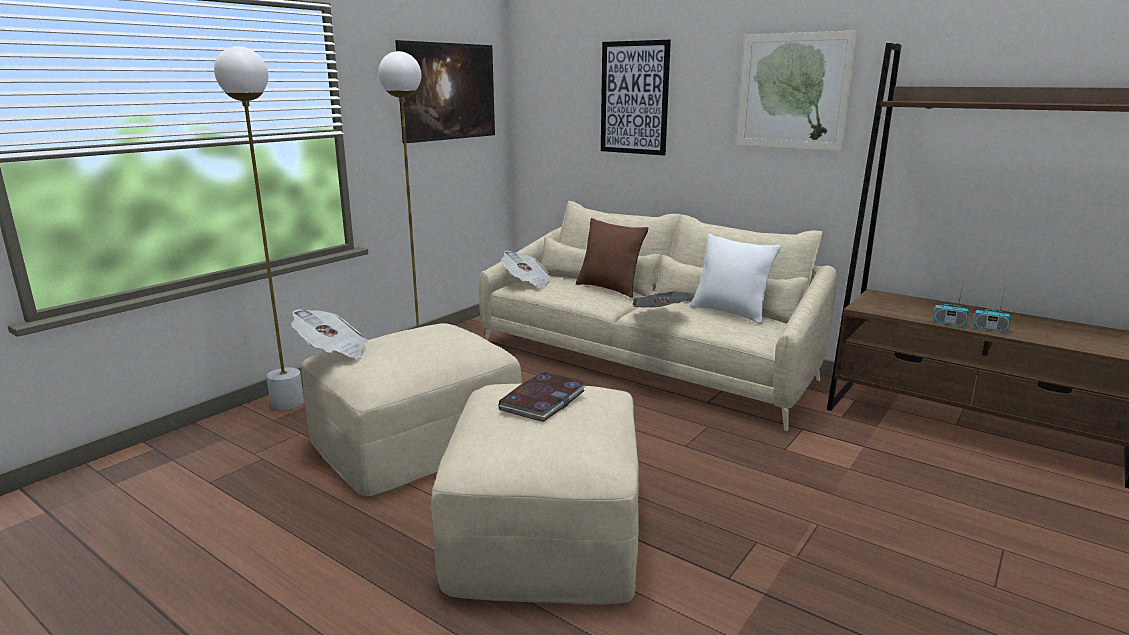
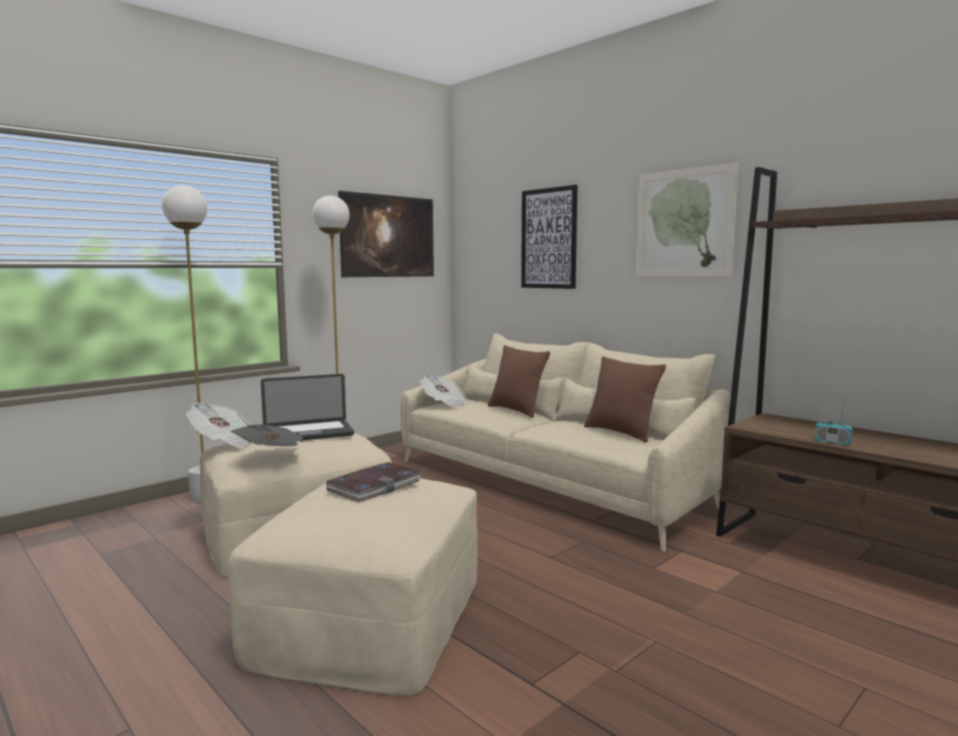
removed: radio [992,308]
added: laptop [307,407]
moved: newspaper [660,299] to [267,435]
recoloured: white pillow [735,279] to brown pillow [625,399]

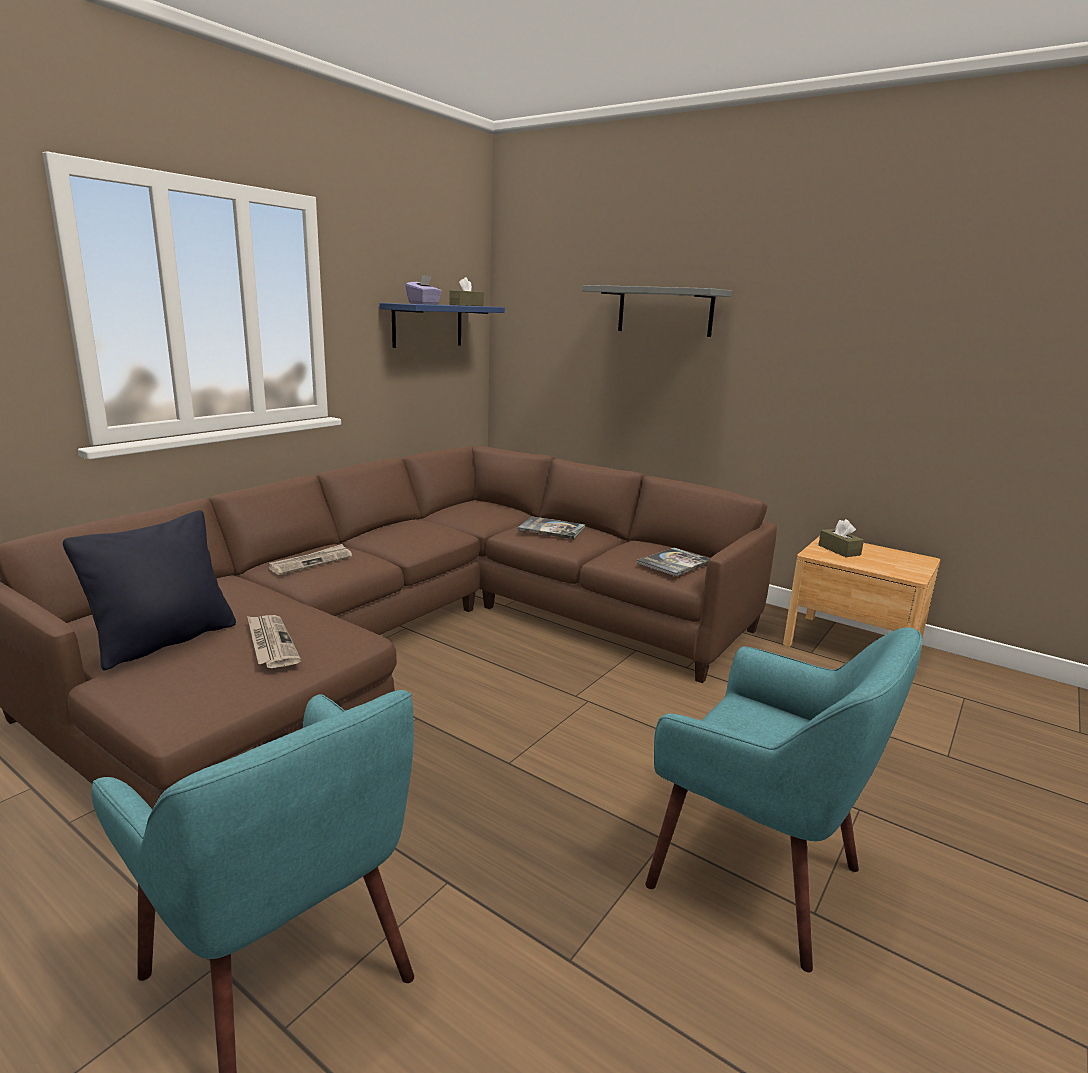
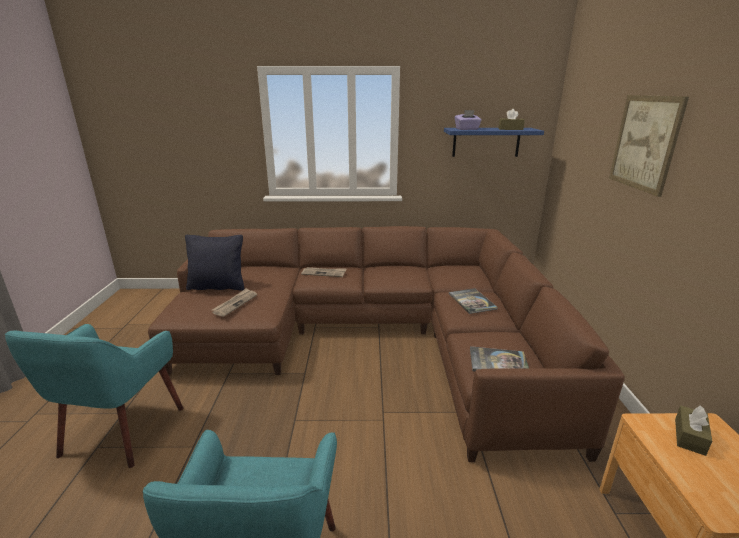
replaced: grey shelf [657,311] to picture [649,146]

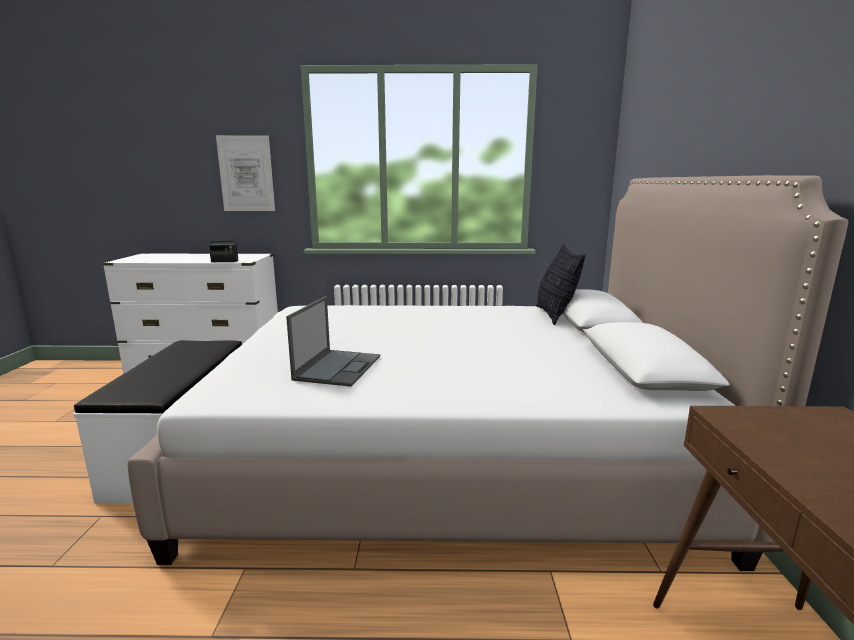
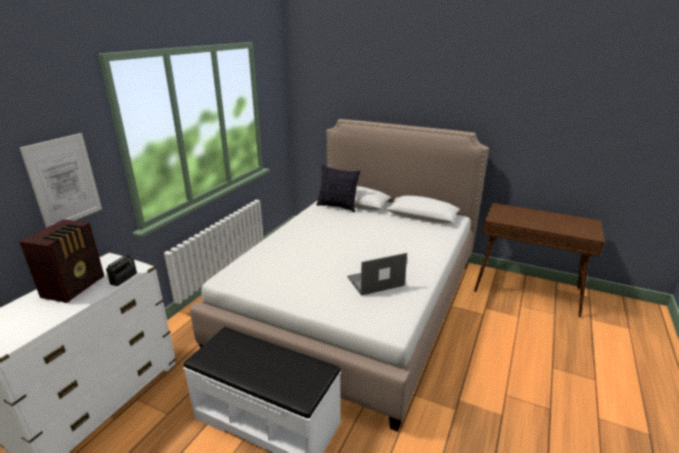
added: radio [61,261]
turned: laptop [333,341] = [377,274] 60 degrees counterclockwise

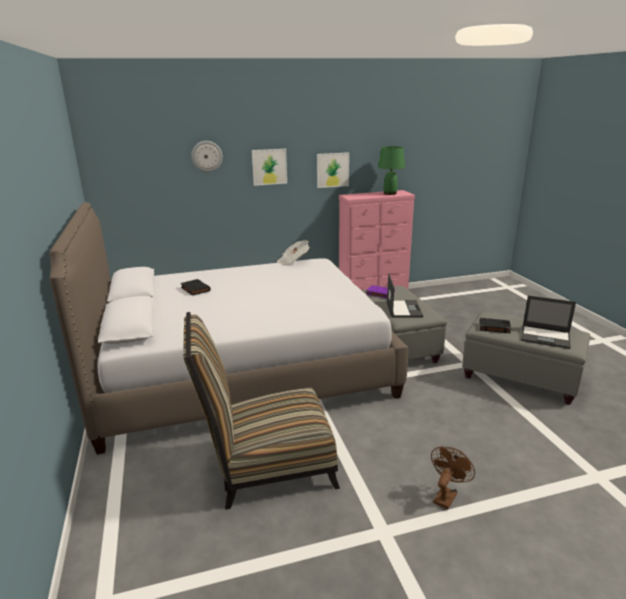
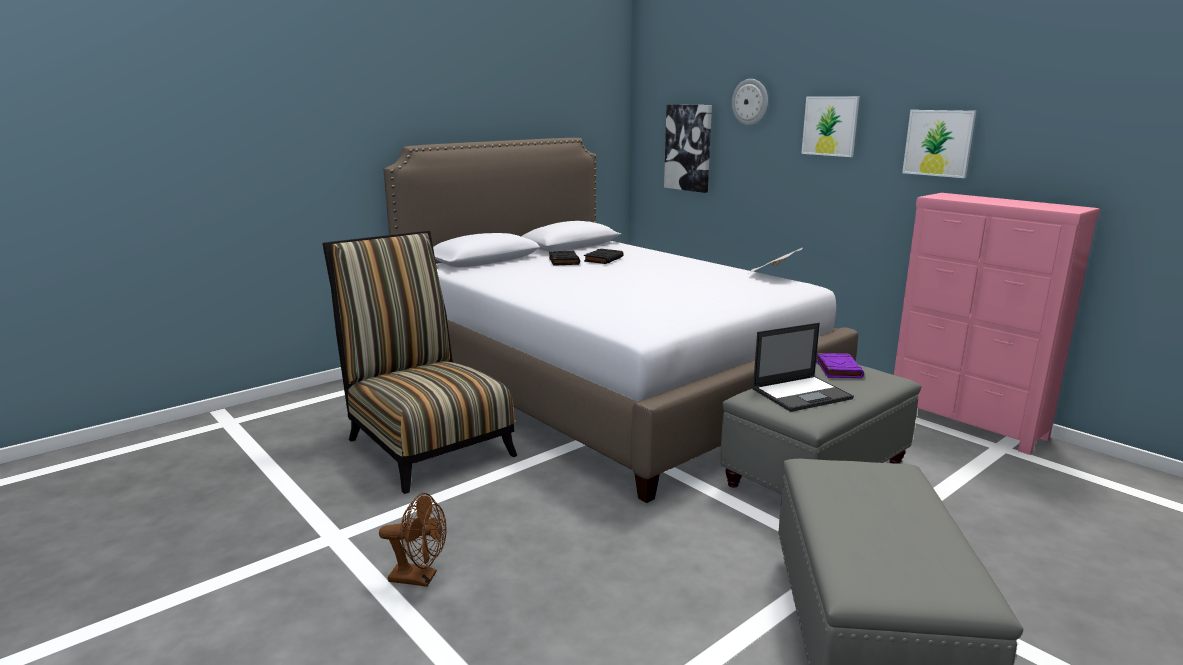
removed: green table lamp [391,170]; laptop [548,322]
added: picture [688,148]
moved: black book [495,325] to [564,258]

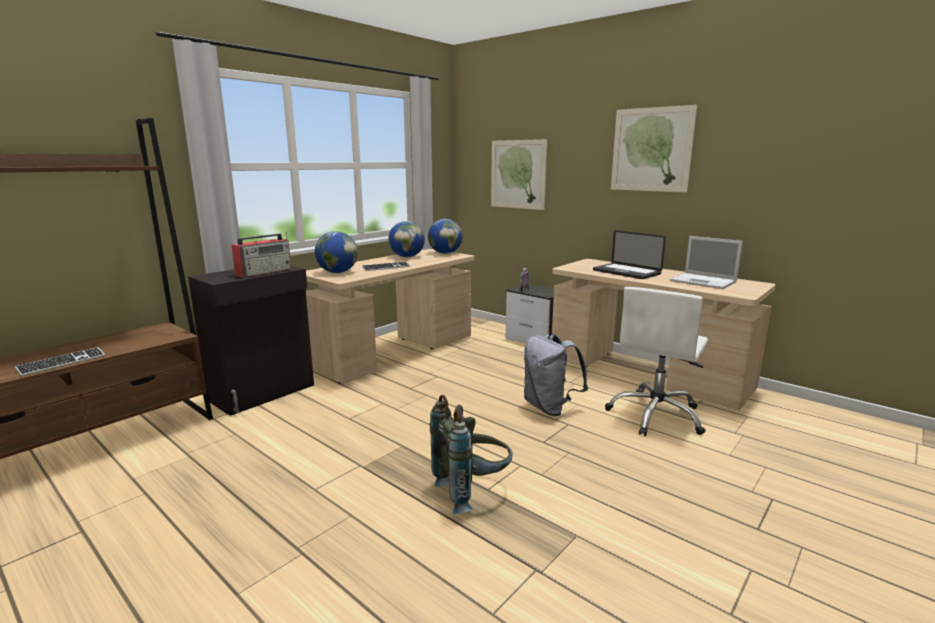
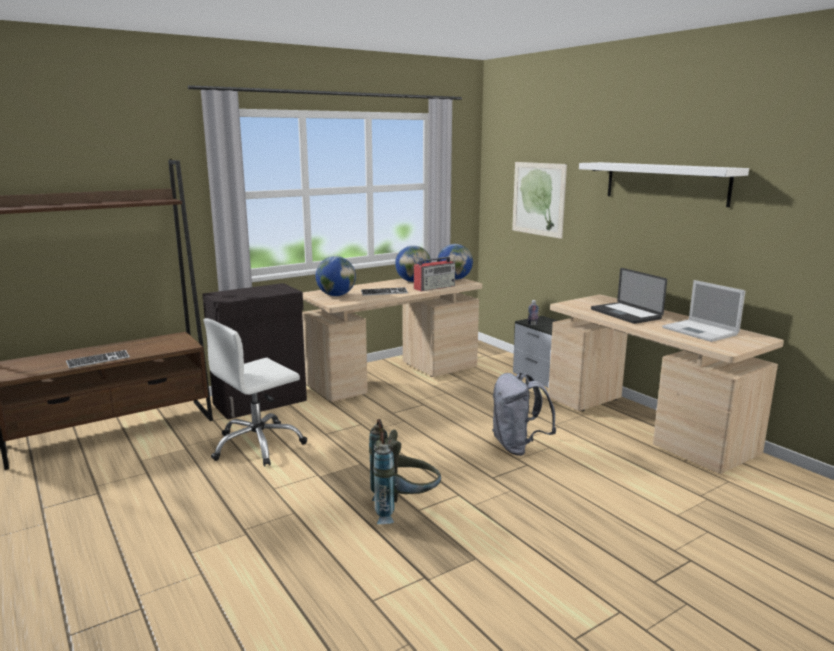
moved: radio [261,255] to [434,273]; white office chair [656,361] to [255,392]
replaced: picture [654,148] to white shelf [664,184]

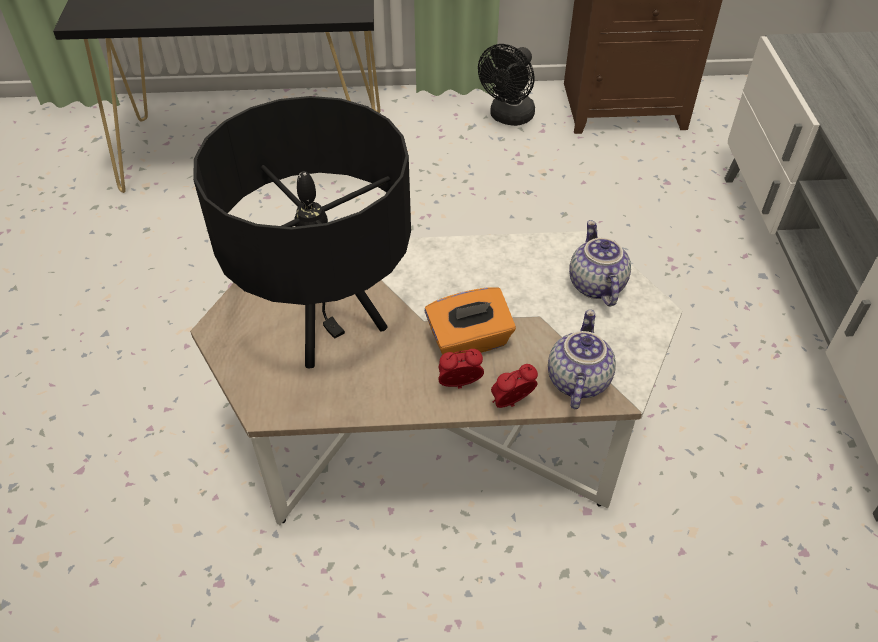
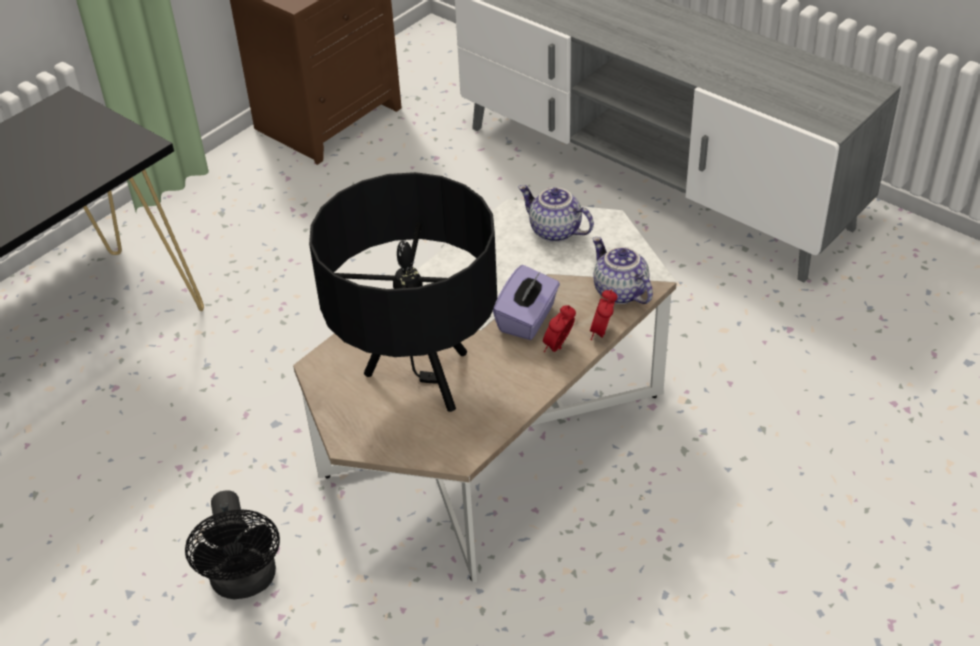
moved: black fan [506,85] to [232,544]
recoloured: orange tissue box [470,321] to purple tissue box [526,302]

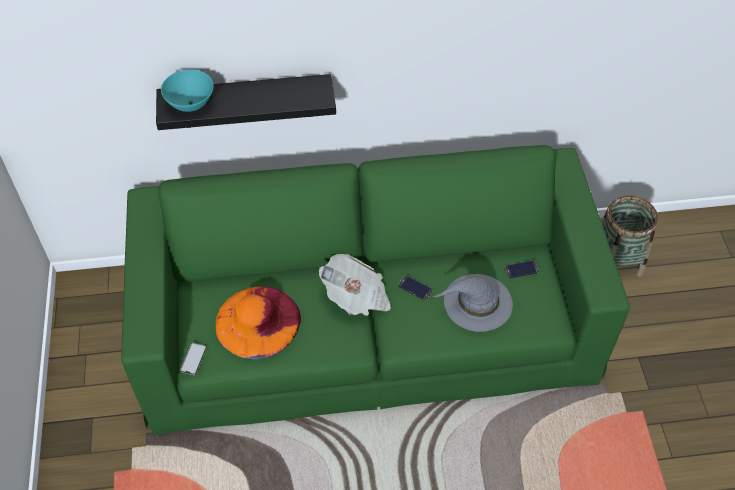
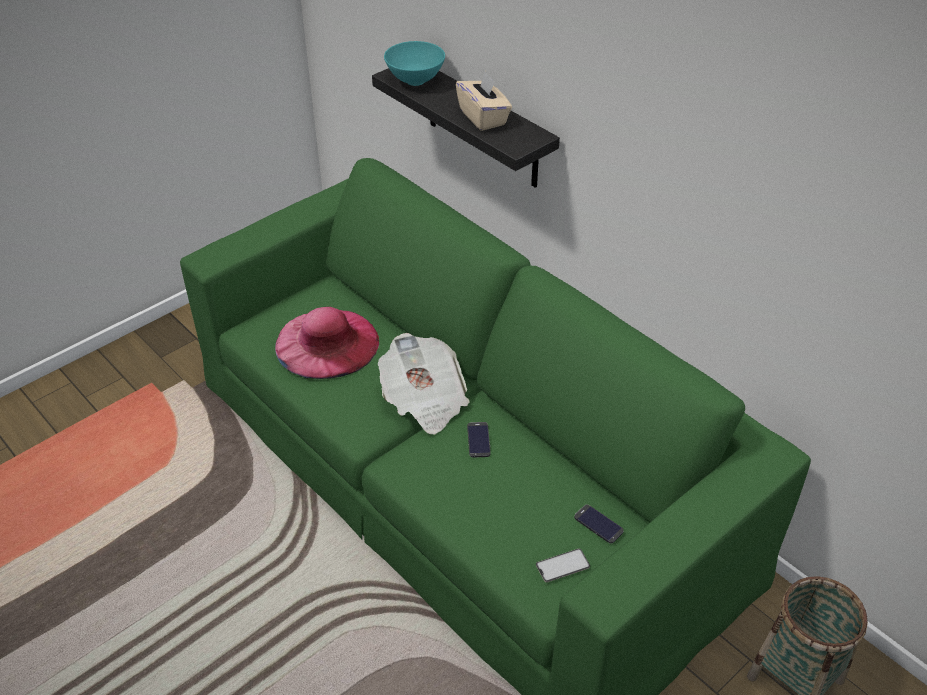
removed: grey hat [473,303]
added: beige tissue box [484,101]
moved: phone [193,358] to [563,565]
recoloured: orange hat [258,323] to pink hat [327,343]

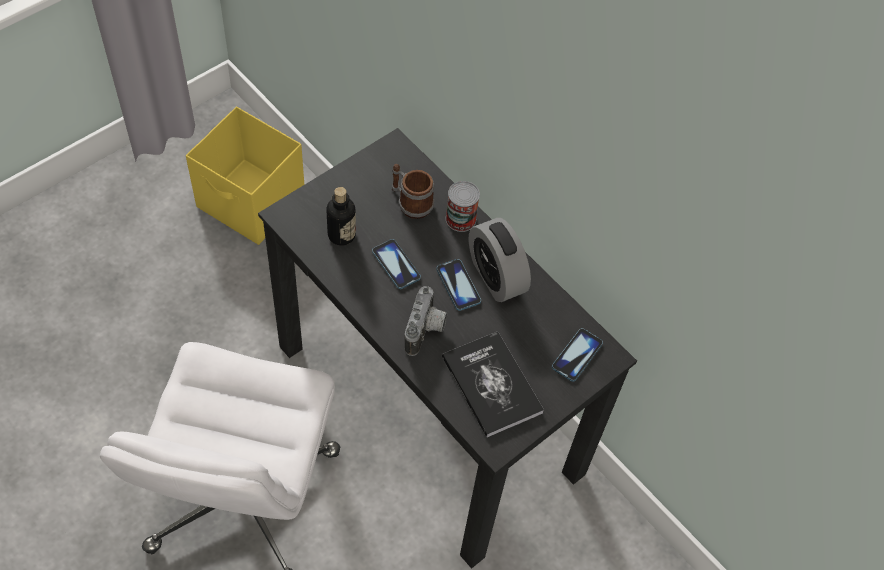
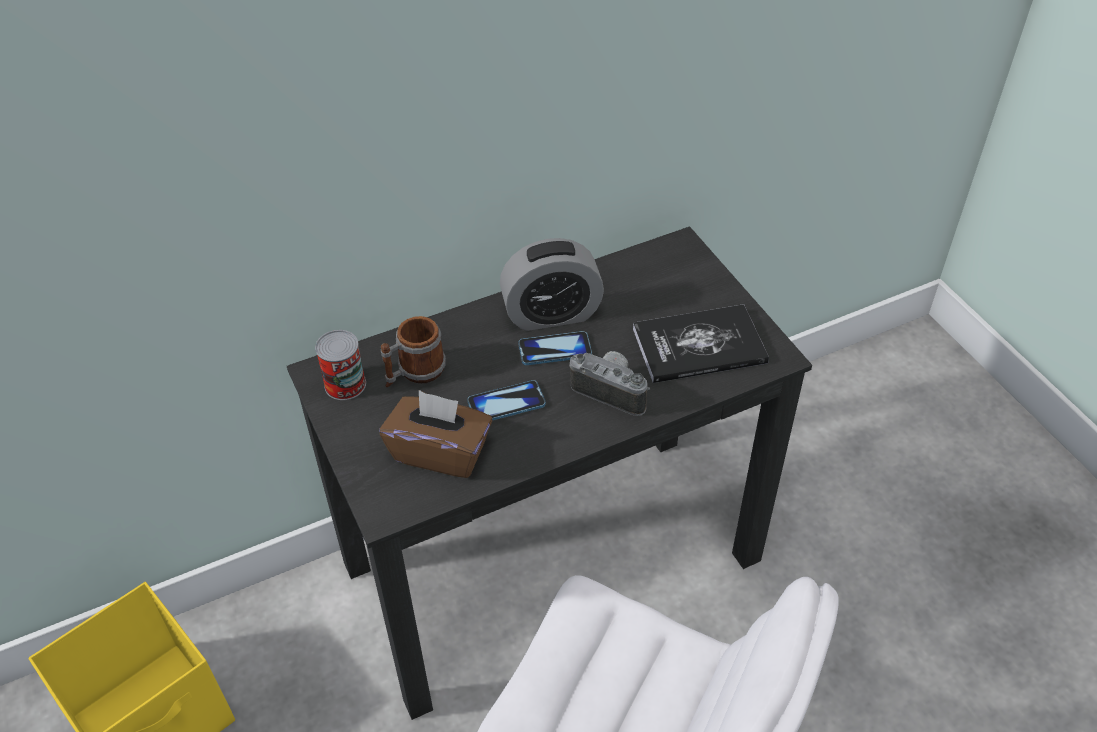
removed: phone [577,355]
moved: can [463,206] to [340,365]
replaced: bottle [341,216] to brown tissue box [436,434]

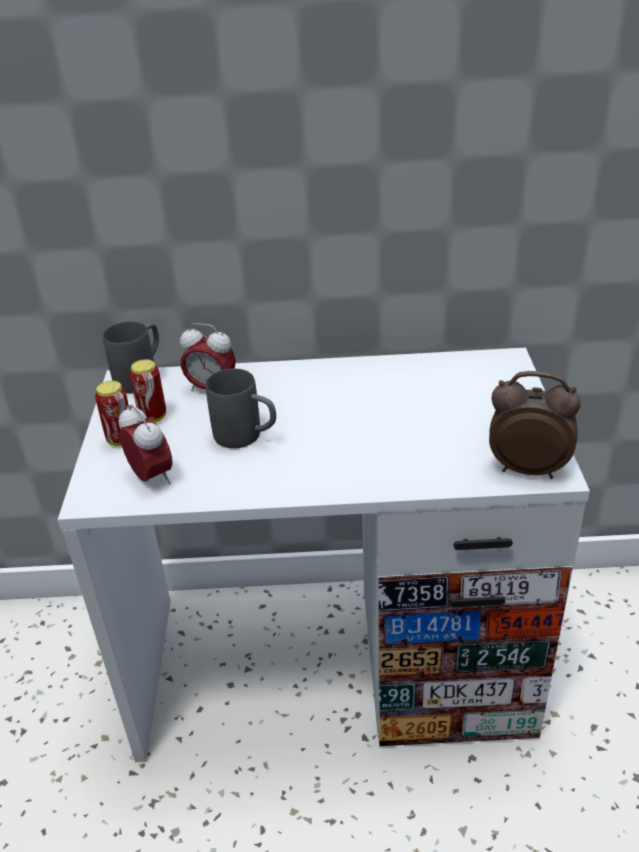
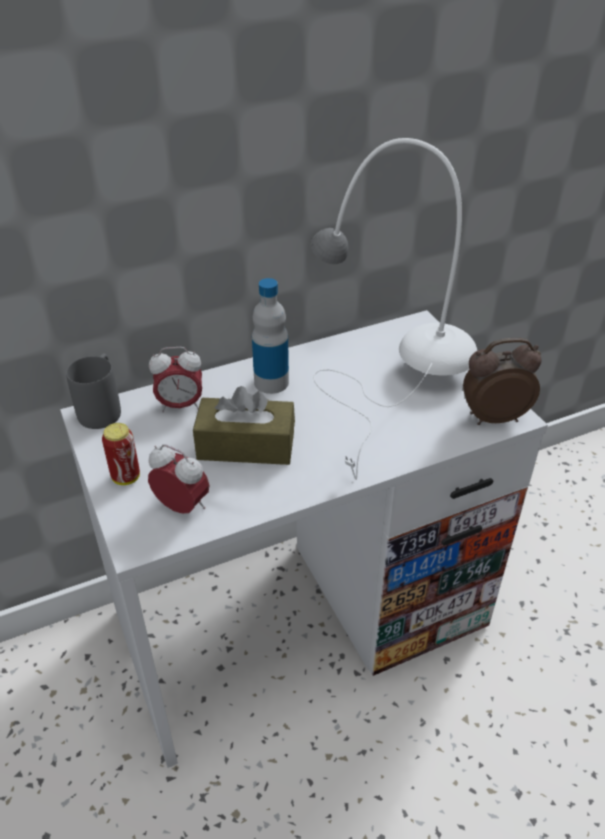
removed: can [148,390]
added: bottle [270,336]; white table lamp [393,309]
replaced: grey mug [241,408] to brown tissue box [244,425]

